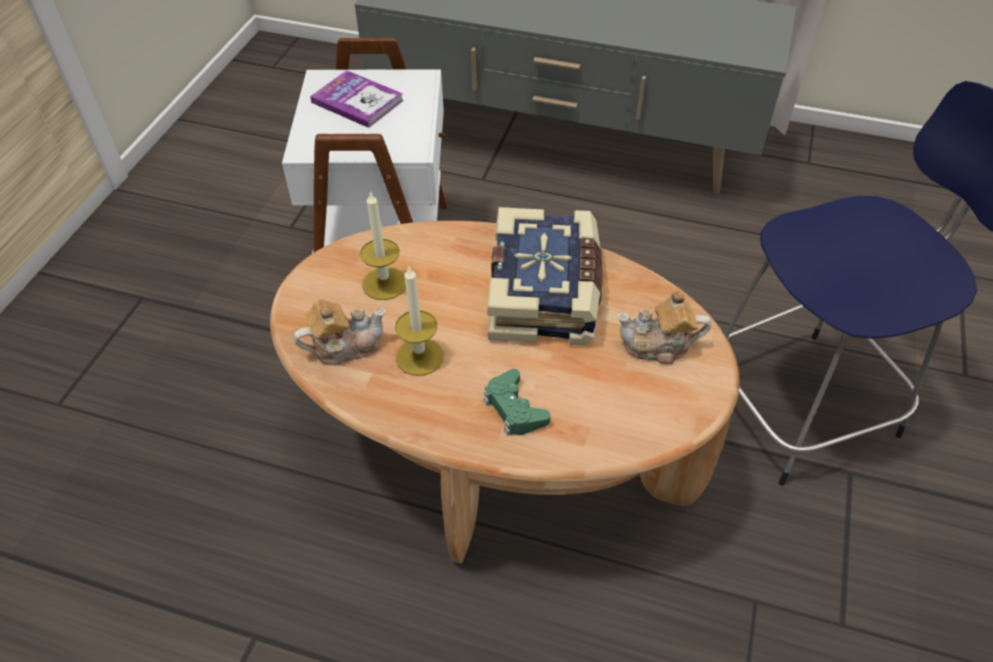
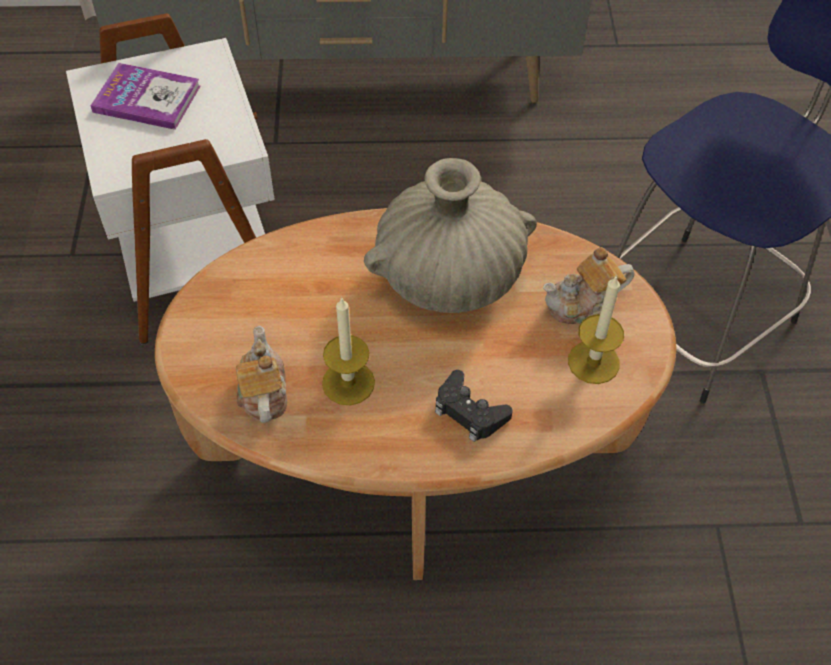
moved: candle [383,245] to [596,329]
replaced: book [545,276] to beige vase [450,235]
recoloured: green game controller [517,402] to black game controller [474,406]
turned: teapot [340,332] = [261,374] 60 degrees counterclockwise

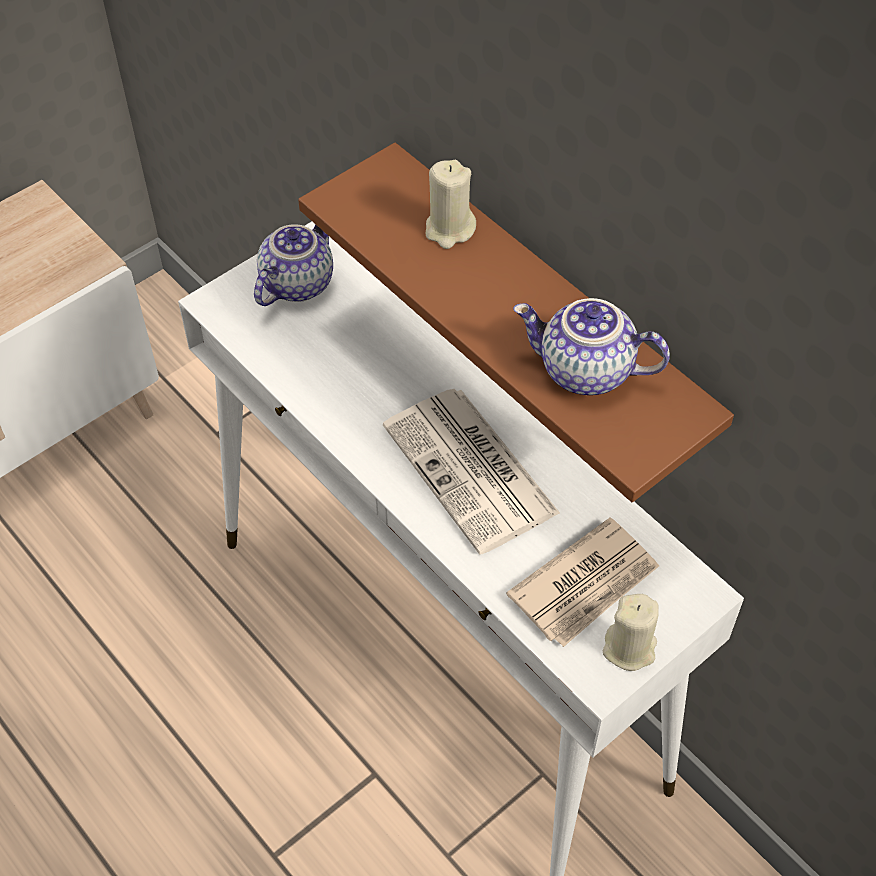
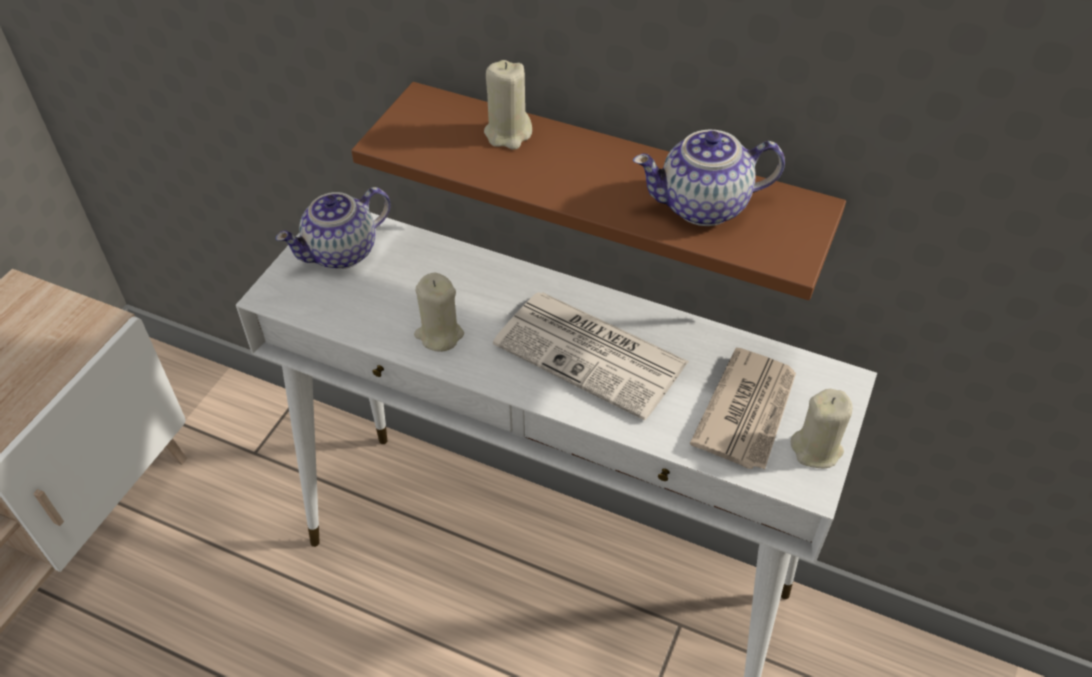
added: beige candle [439,312]
turned: teapot [293,265] = [333,228] 135 degrees counterclockwise

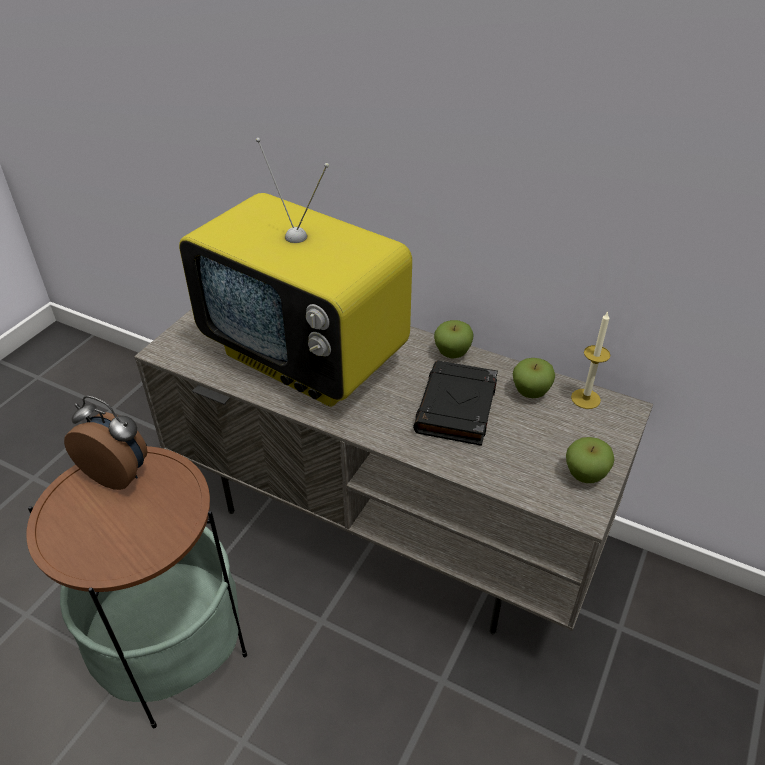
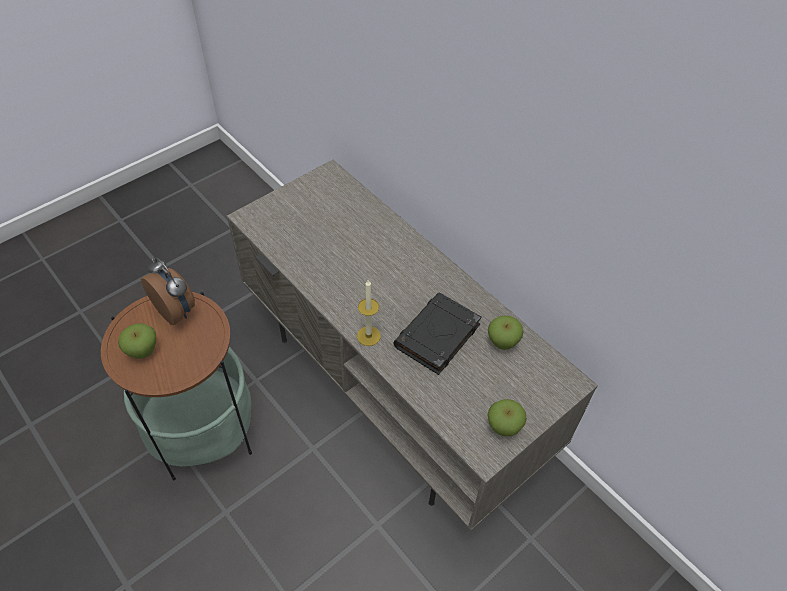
removed: television [295,272]
moved: apple [454,339] to [137,341]; candle [590,360] to [369,313]

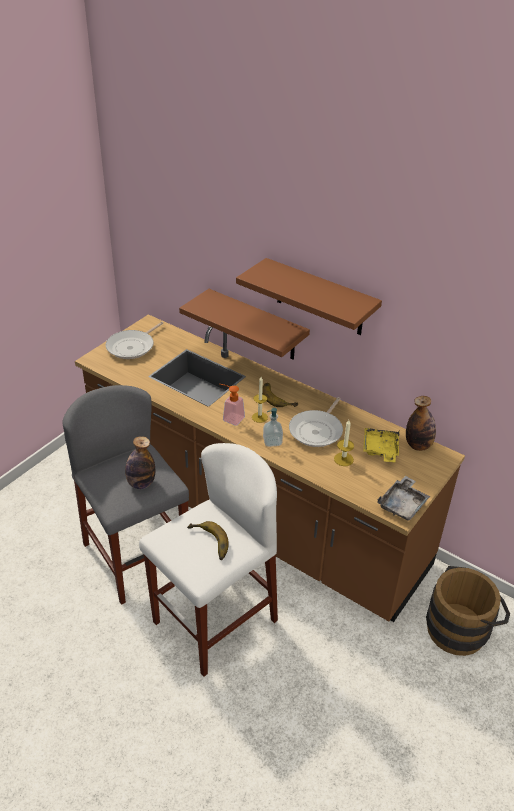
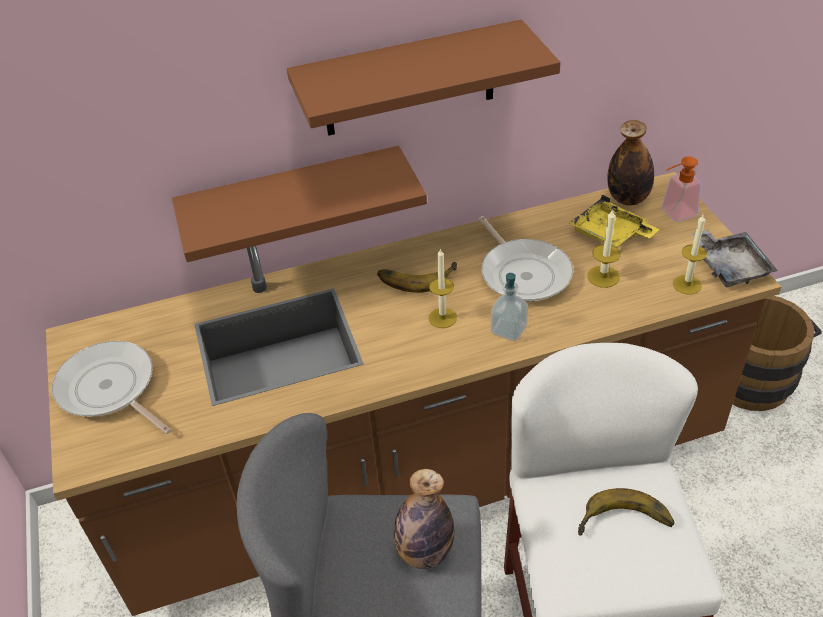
added: candle [690,254]
moved: soap dispenser [232,405] to [681,189]
turned: frying pan [134,340] = [111,387] 150 degrees clockwise

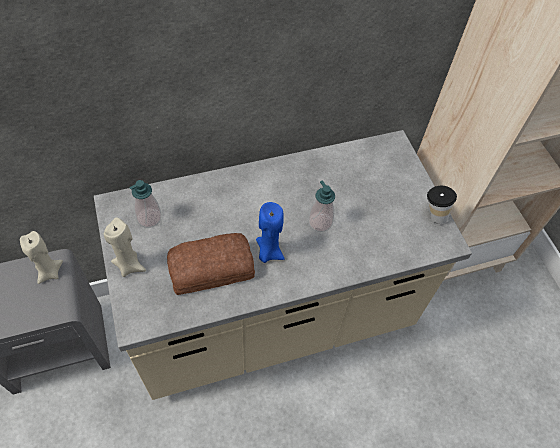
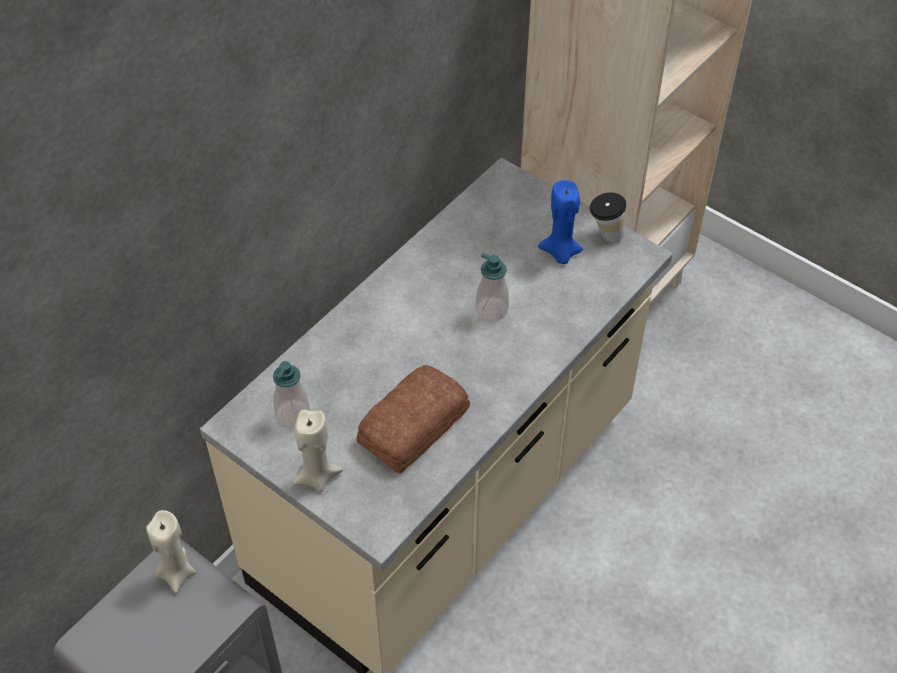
moved: blue candle [270,232] to [560,222]

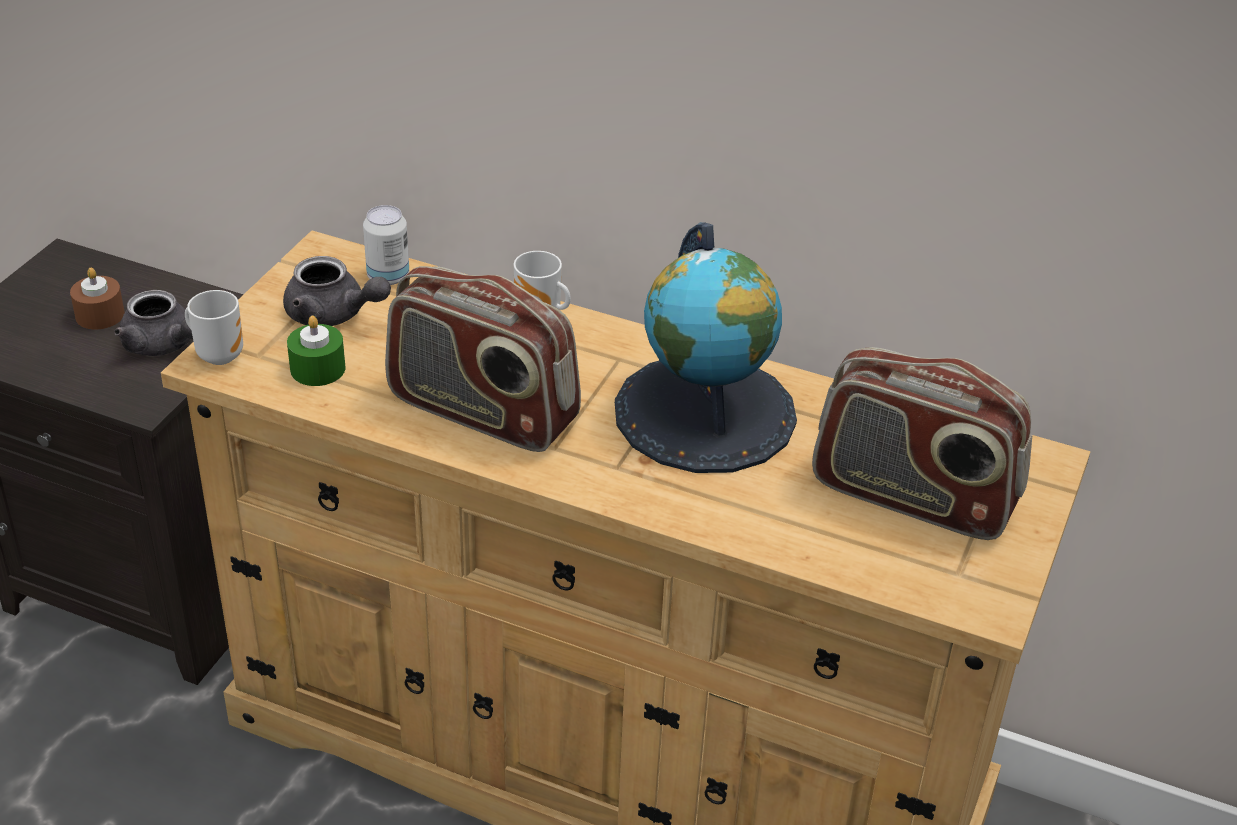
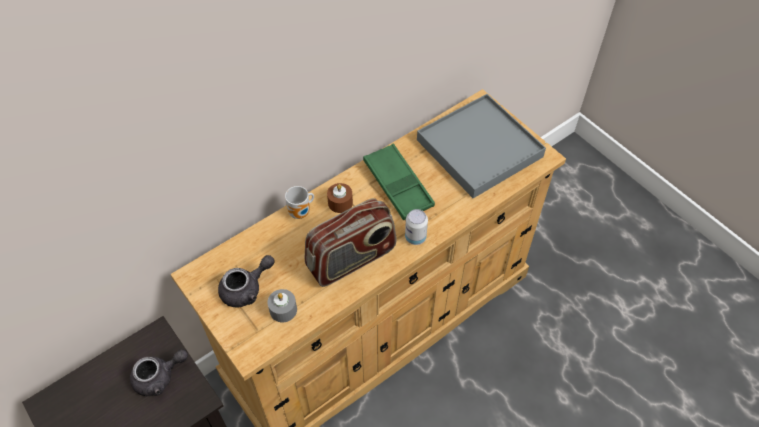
removed: mug [214,327]
moved: brown candle [97,298] to [340,198]; can [386,245] to [416,227]
replaced: globe [706,347] to green tray [399,182]; radio [922,443] to grey tray [481,146]
recoloured: green candle [316,350] to grey candle [282,305]

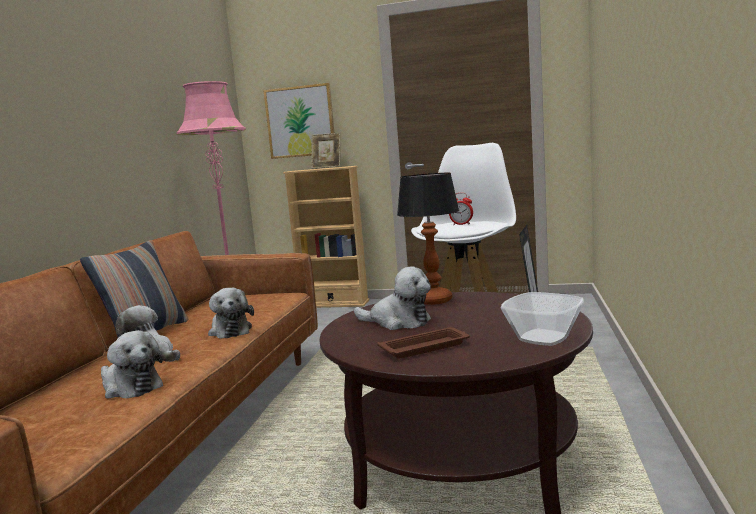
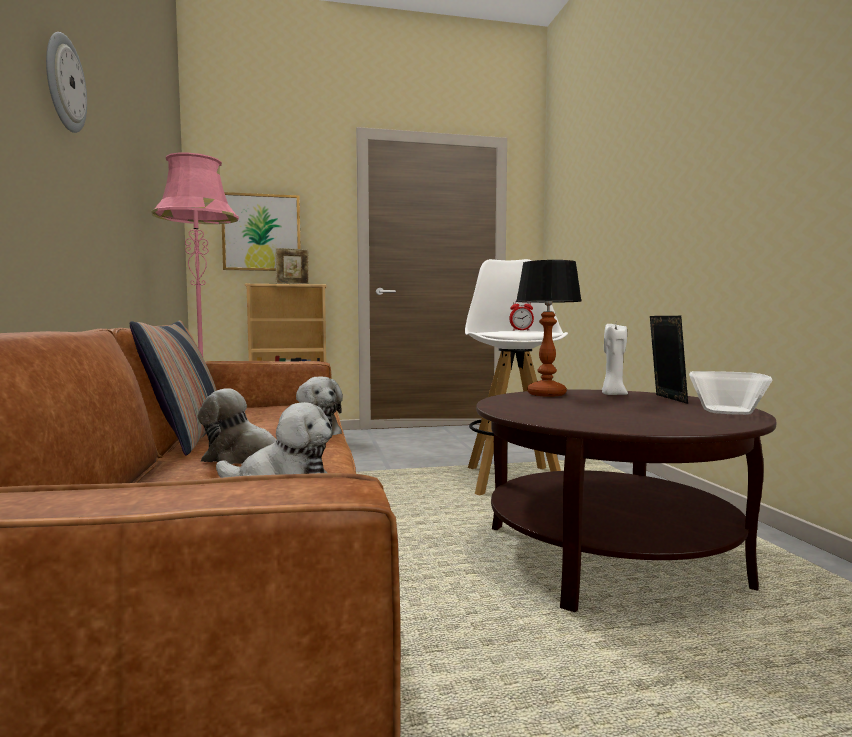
removed: plush toy [392,298]; brown tray [423,343]
added: wall clock [66,82]; white candle [615,359]

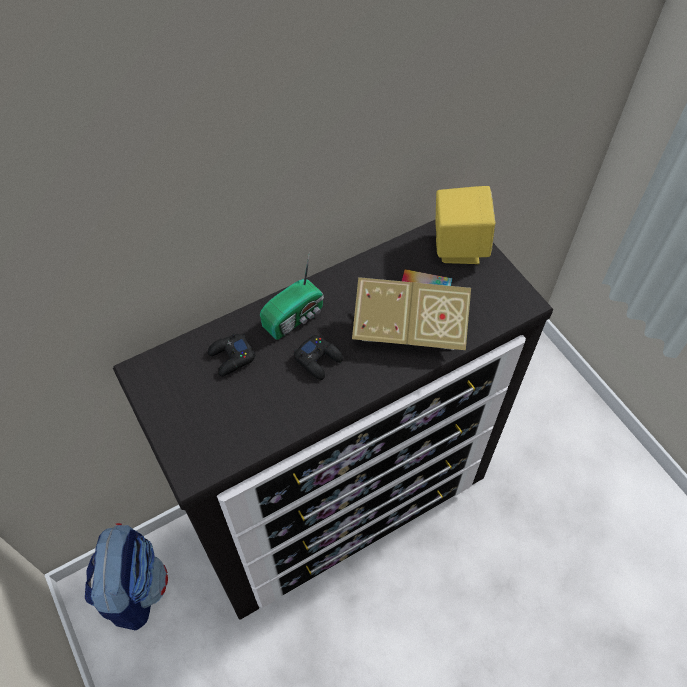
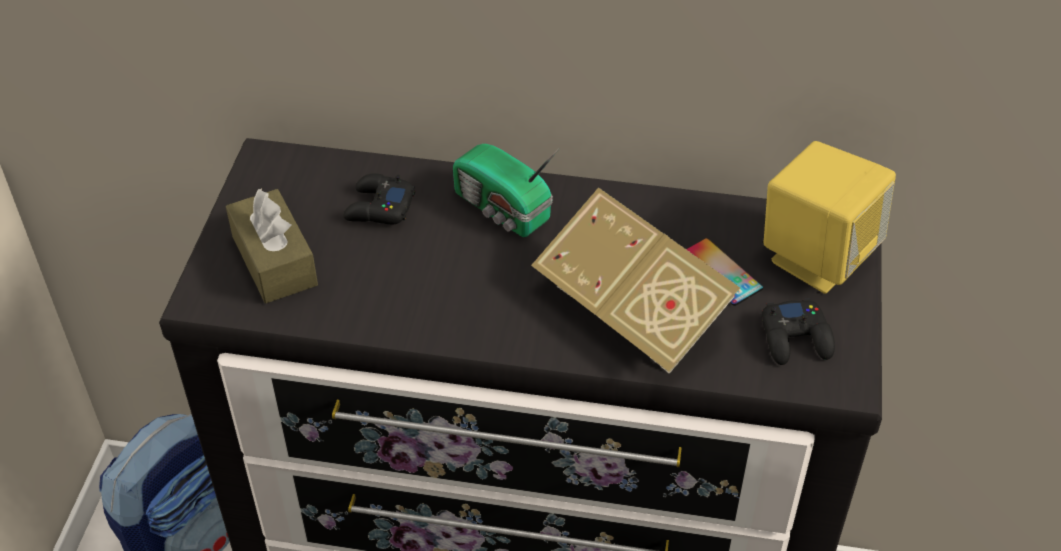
added: brown tissue box [272,245]
moved: black game controller [318,357] to [798,331]
turned: radio [292,296] = [506,190] 45 degrees clockwise

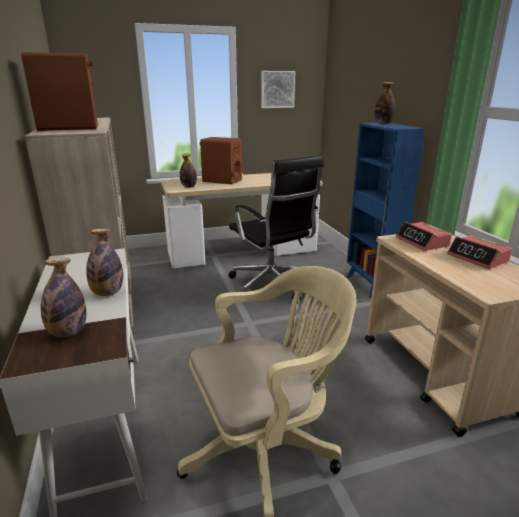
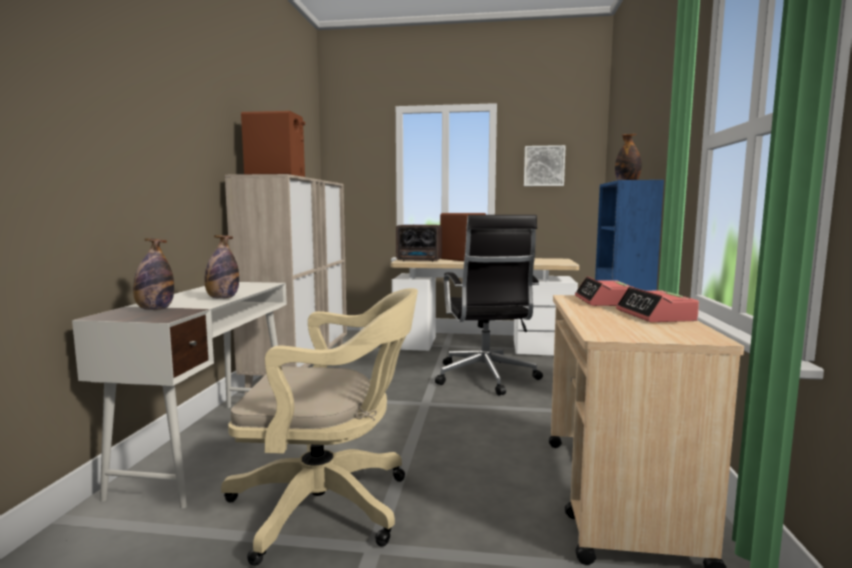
replaced: bottle [188,170] to radio [419,243]

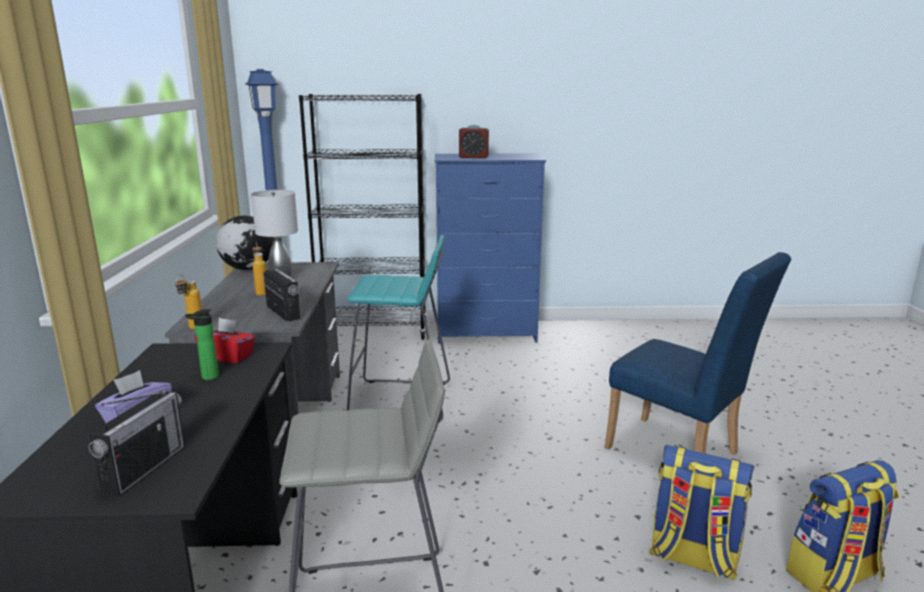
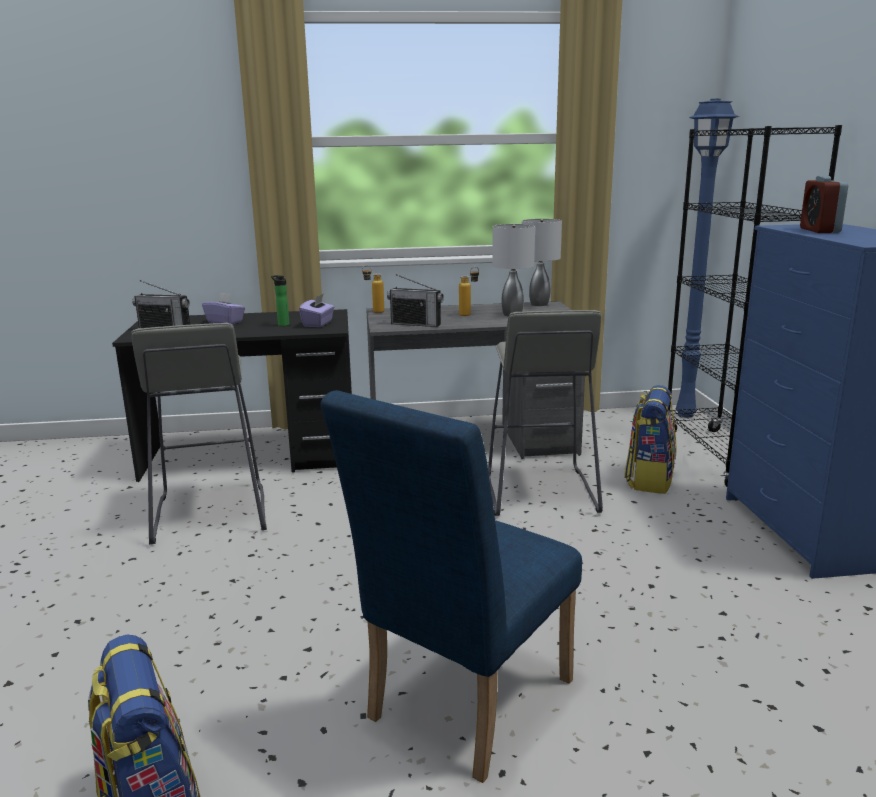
moved: backpack [702,512] to [650,439]
replaced: globe [244,242] to grey table lamp [542,262]
recoloured: red tissue box [225,341] to purple tissue box [316,310]; turquoise stool [398,328] to grey stool [545,413]
turned: radio [282,293] = [415,300] 60 degrees clockwise

